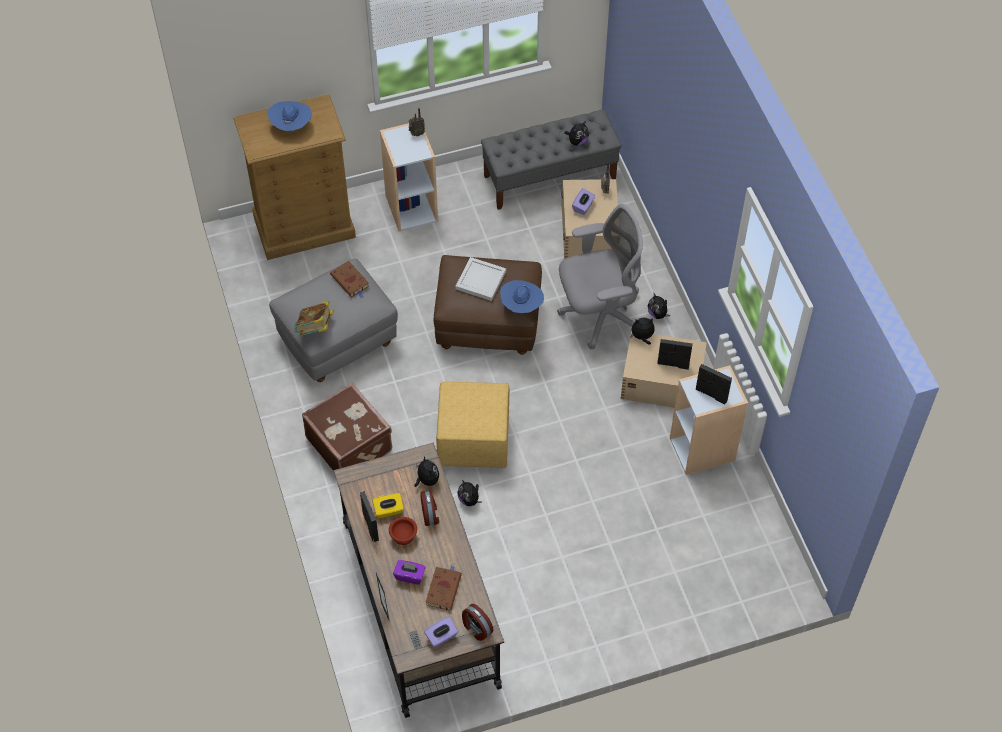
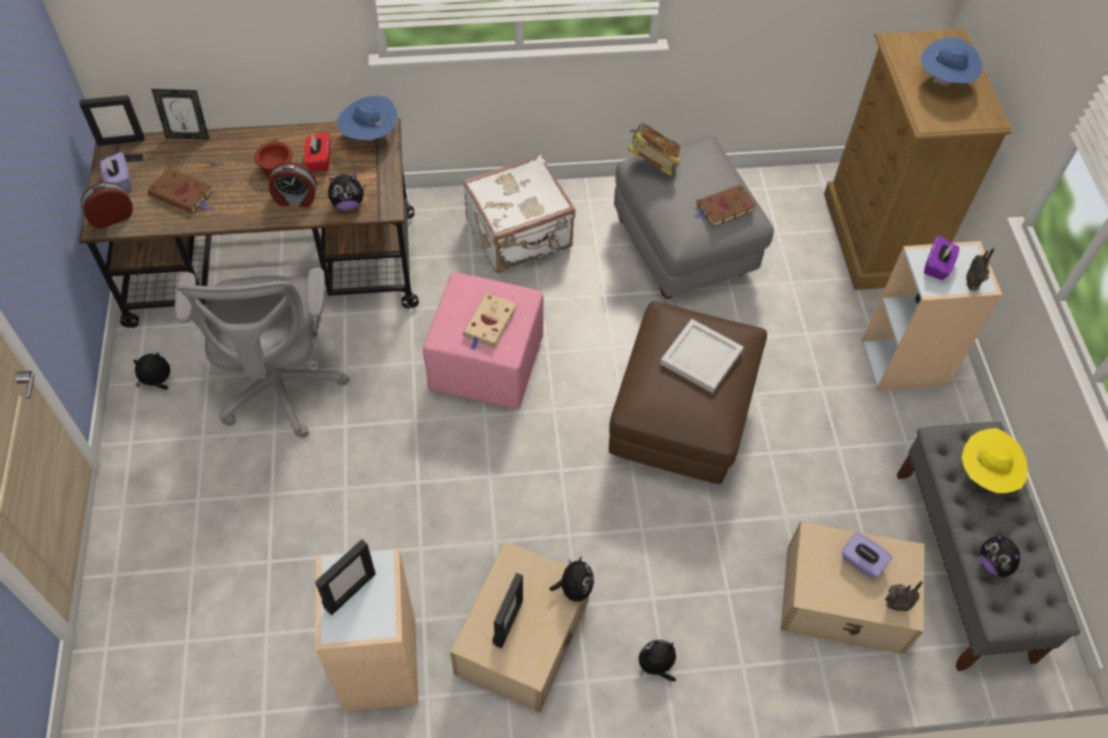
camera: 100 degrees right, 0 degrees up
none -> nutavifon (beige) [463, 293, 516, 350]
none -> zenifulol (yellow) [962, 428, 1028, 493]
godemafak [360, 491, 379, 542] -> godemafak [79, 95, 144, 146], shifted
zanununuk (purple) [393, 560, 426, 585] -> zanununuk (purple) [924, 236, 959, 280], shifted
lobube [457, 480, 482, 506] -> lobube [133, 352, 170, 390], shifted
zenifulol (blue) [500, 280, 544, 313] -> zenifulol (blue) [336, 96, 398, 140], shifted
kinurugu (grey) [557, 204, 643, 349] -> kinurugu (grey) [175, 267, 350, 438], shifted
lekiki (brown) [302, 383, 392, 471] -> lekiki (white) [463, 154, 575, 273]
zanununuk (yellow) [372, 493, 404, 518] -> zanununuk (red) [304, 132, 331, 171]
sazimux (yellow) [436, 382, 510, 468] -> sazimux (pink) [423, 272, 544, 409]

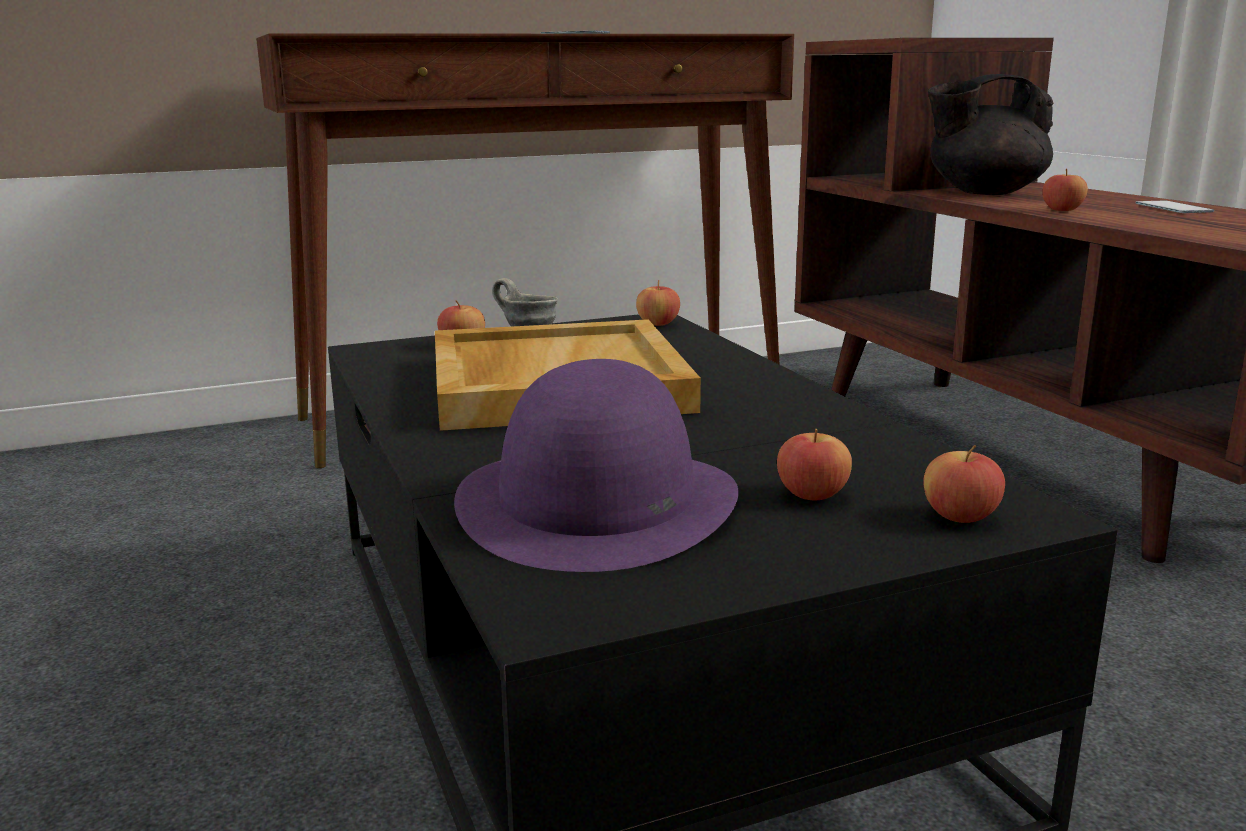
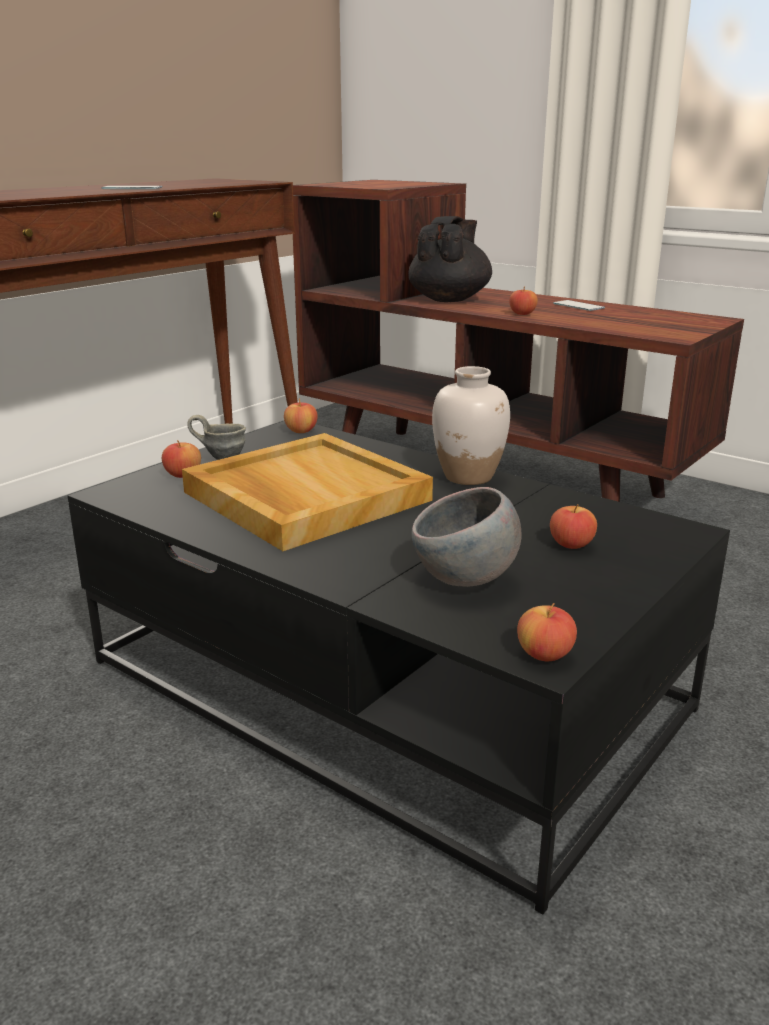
camera: 30 degrees left, 5 degrees up
none -> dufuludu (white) [432, 366, 510, 485]
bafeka [923, 445, 1005, 523] -> bafeka [517, 603, 577, 661], shifted
zenifulol (purple) [454, 359, 738, 572] -> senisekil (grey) [412, 487, 522, 587]
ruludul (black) [928, 74, 1053, 195] -> ruludul (black) [408, 216, 492, 302], 150 degrees clockwise

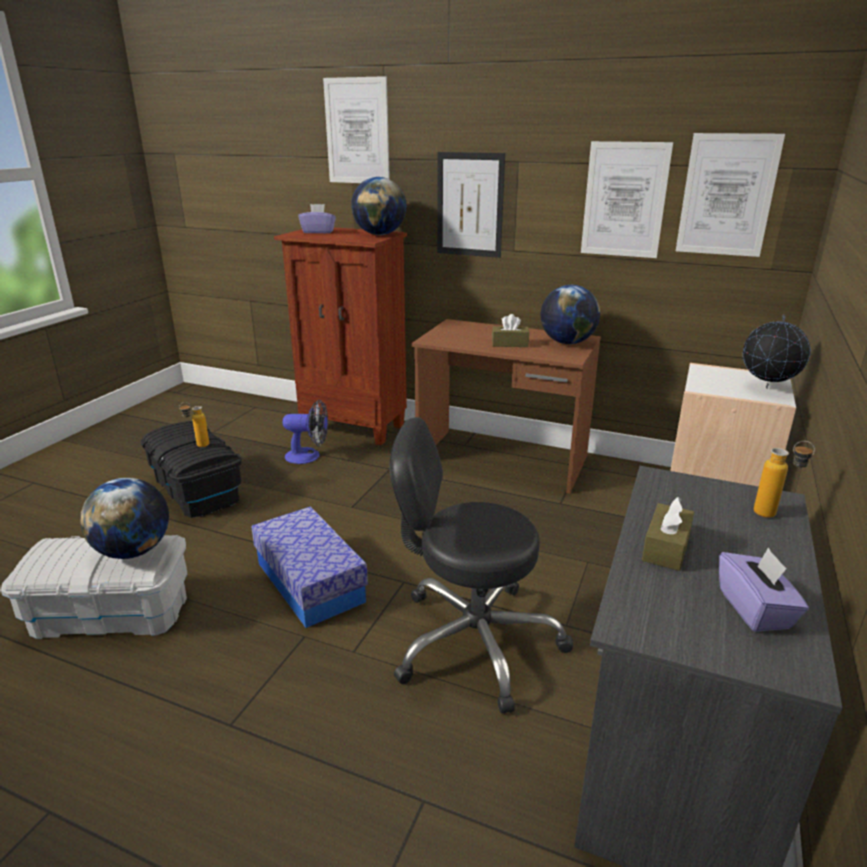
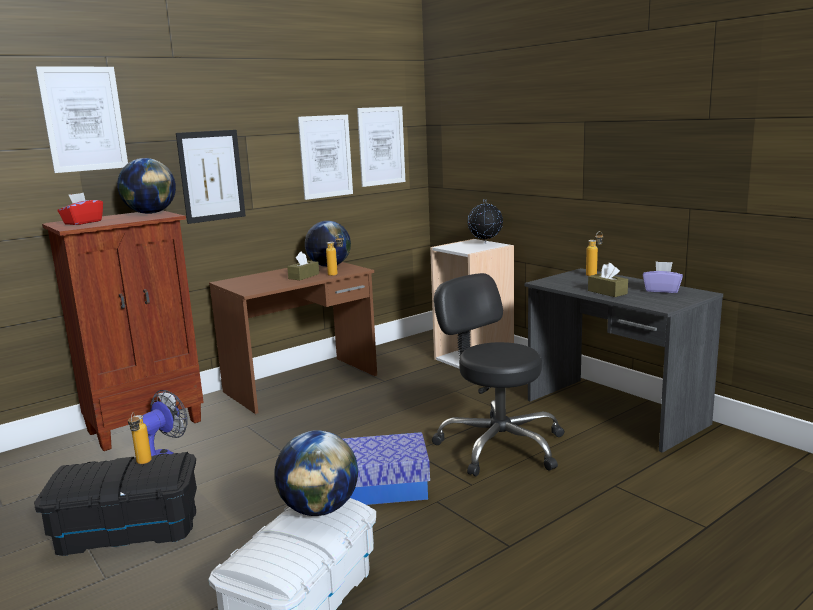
camera: 60 degrees left, 10 degrees down
none -> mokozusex [326, 234, 344, 276]
zanununuk (purple) [298, 204, 336, 233] -> zanununuk (red) [58, 193, 103, 225]
kinurugu (black) [390, 417, 573, 713] -> kinurugu (black) [432, 273, 565, 476], 105 degrees clockwise

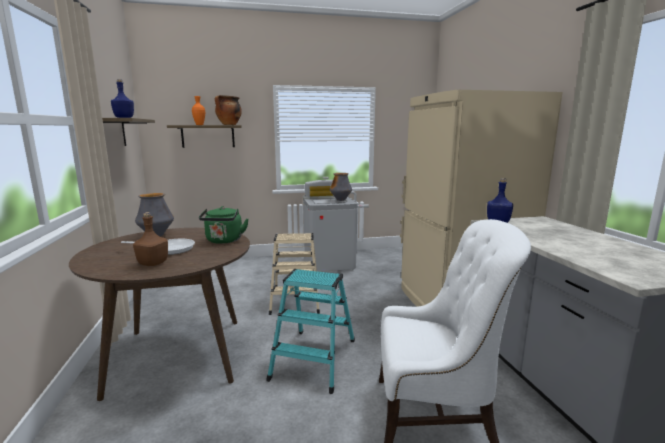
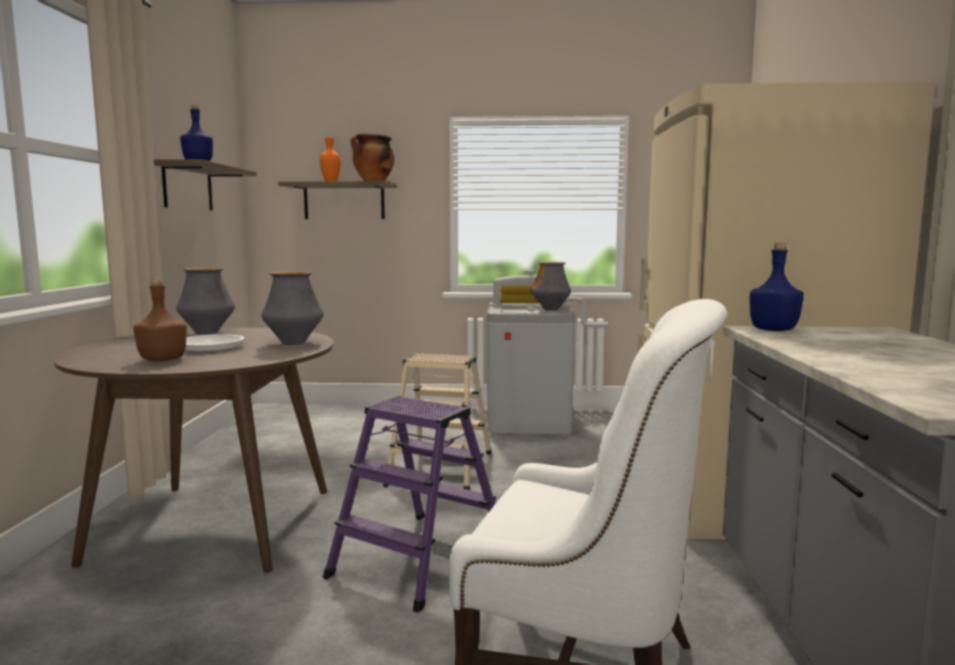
camera: 15 degrees right, 5 degrees down
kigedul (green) [199, 206, 249, 244] -> dufuludu [261, 271, 324, 345]
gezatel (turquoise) [266, 269, 355, 394] -> gezatel (purple) [323, 396, 496, 613]

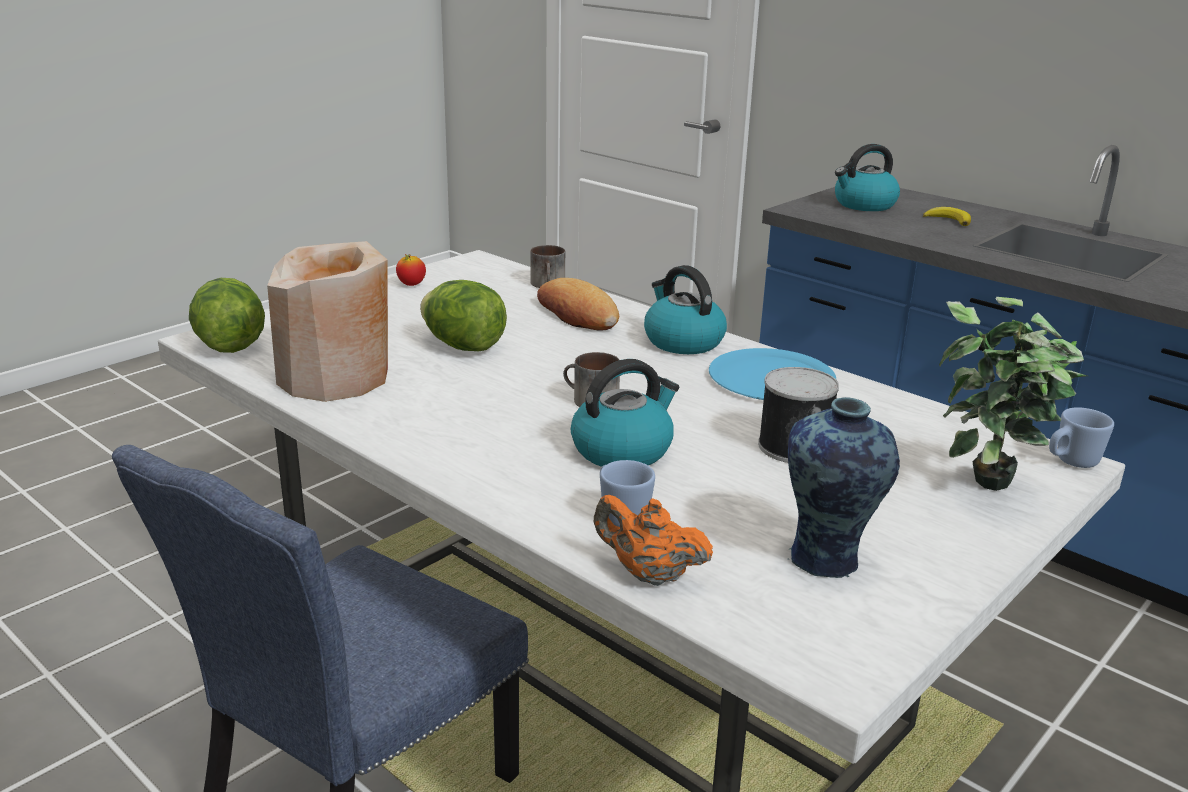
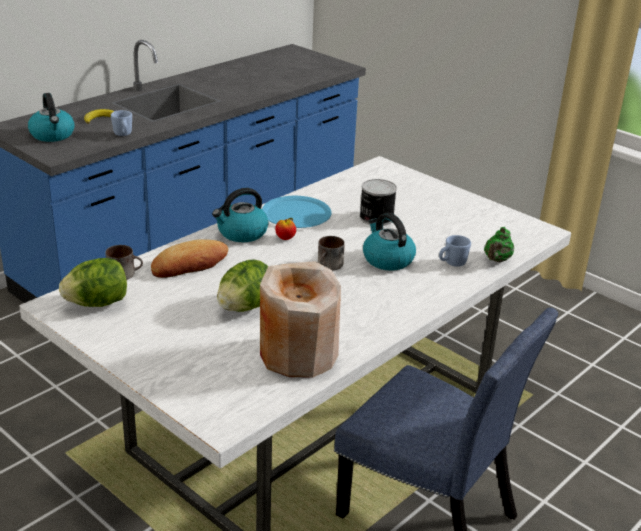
camera: 90 degrees left, 5 degrees up
dufuludu [788, 397, 900, 578] -> none
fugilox [939, 297, 1087, 491] -> none
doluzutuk [189, 278, 265, 353] -> doluzutuk [59, 258, 127, 307], shifted
bafeka [396, 254, 426, 286] -> bafeka [275, 218, 296, 240], shifted
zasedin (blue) [1049, 407, 1114, 468] -> zasedin (blue) [111, 110, 132, 136], shifted
ruludul (orange) [594, 495, 713, 586] -> ruludul (green) [484, 227, 514, 262]

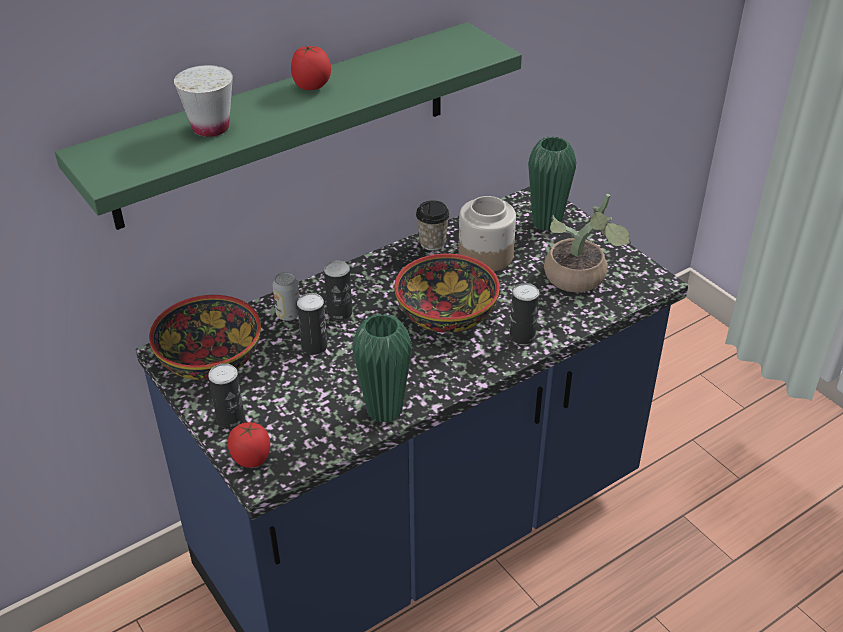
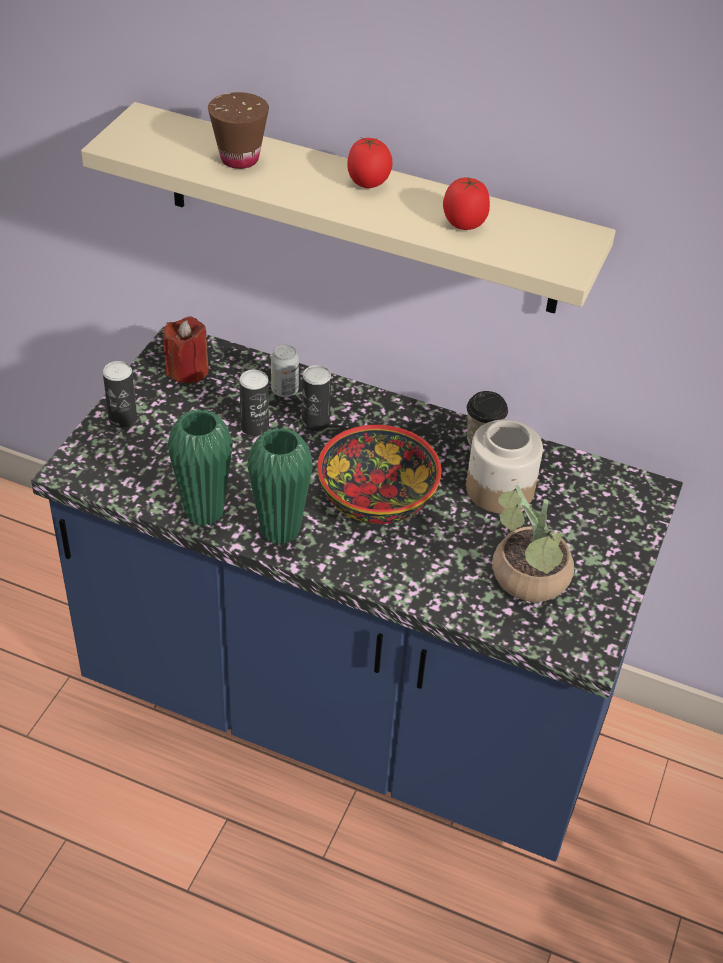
camera: 55 degrees right, 5 degrees up
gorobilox [510, 283, 539, 345] -> none
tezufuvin [228, 422, 271, 468] -> tezufuvin [443, 178, 490, 230], shifted
dufuludu (green) [528, 136, 576, 231] -> dufuludu (green) [248, 427, 313, 545], shifted
senisekil [149, 295, 261, 380] -> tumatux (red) [163, 316, 209, 383]
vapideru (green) [55, 22, 522, 230] -> vapideru (beige) [81, 102, 616, 314]
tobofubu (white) [174, 65, 233, 137] -> tobofubu (brown) [208, 92, 269, 169]

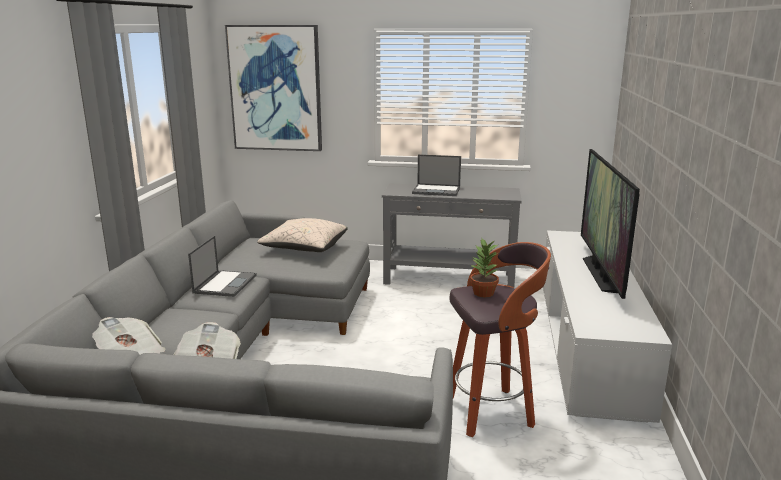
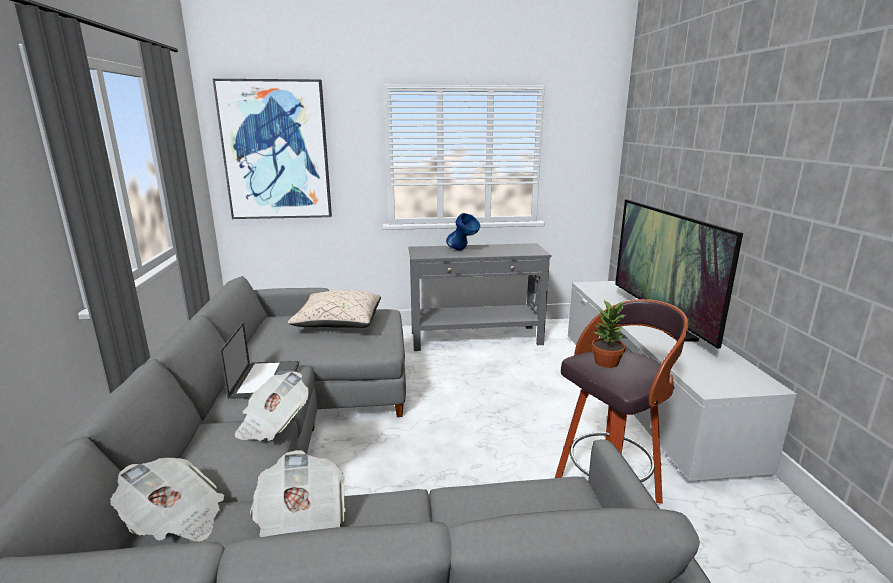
camera: 15 degrees left, 0 degrees up
none -> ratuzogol [234, 371, 309, 441]
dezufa [412, 154, 461, 196] -> dufuludu (blue) [446, 213, 480, 250]

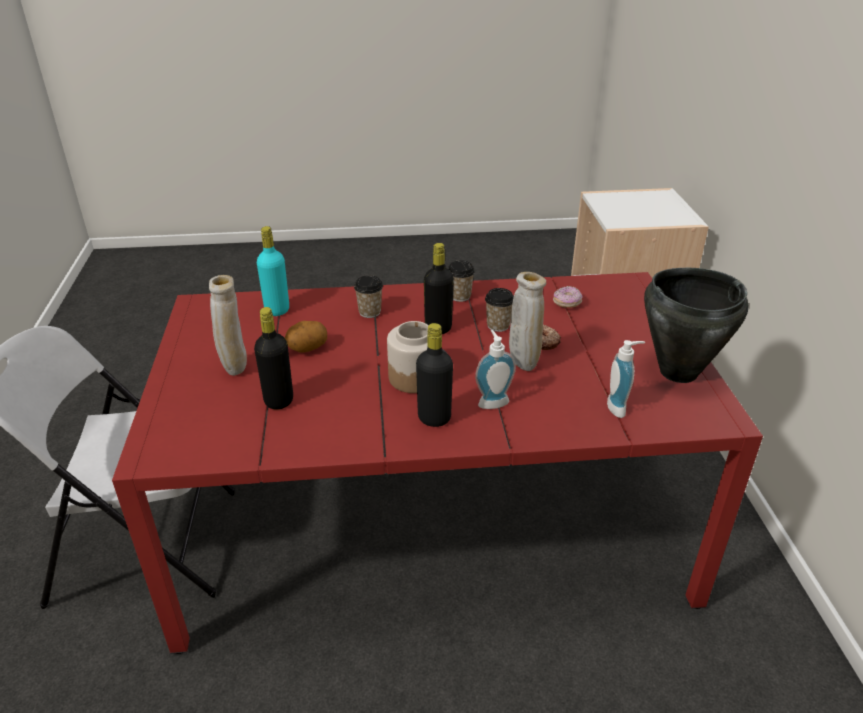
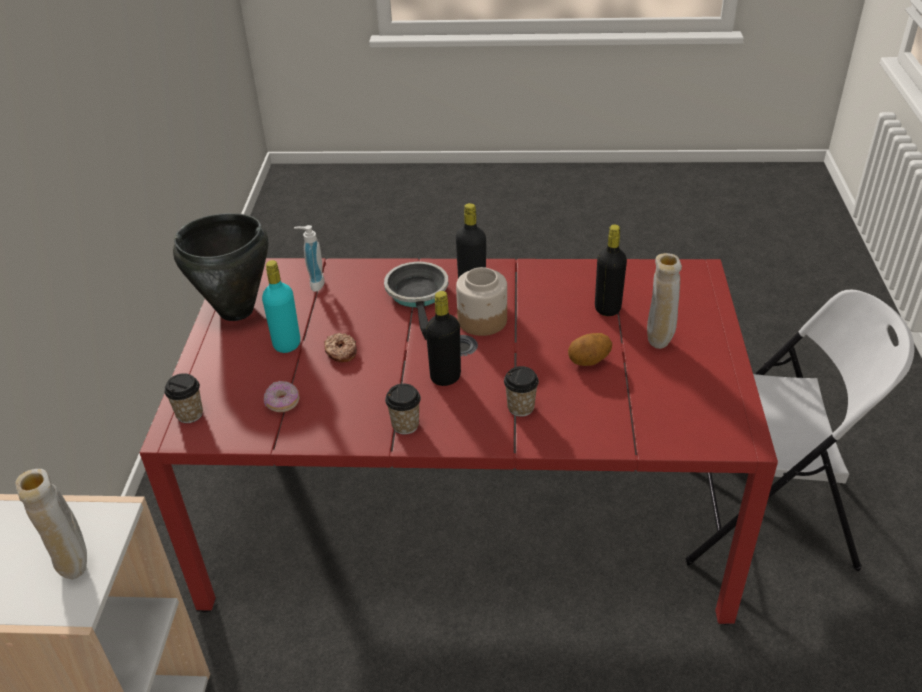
camera: 170 degrees left, 5 degrees up
mokozusex (turquoise) [257, 226, 289, 316] -> mokozusex (turquoise) [262, 260, 300, 353], shifted
tobofubu [485, 288, 514, 332] -> tobofubu [164, 373, 203, 423], shifted
dufuludu (beige) [509, 272, 546, 371] -> dufuludu (beige) [15, 469, 87, 579], shifted
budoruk [475, 330, 516, 409] -> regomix [384, 262, 448, 340]

